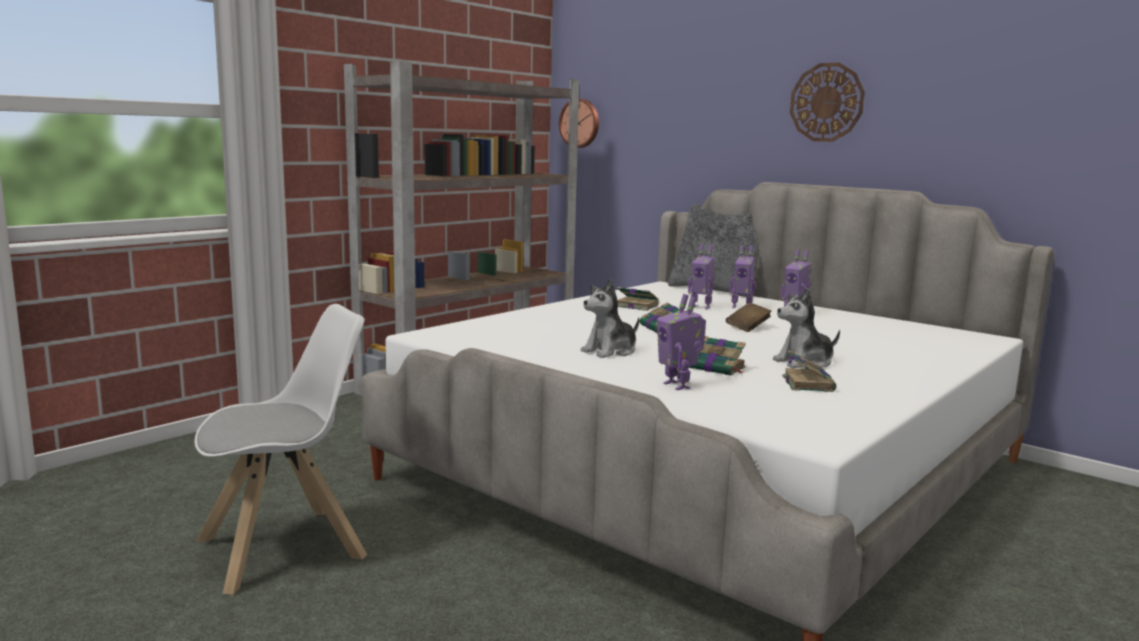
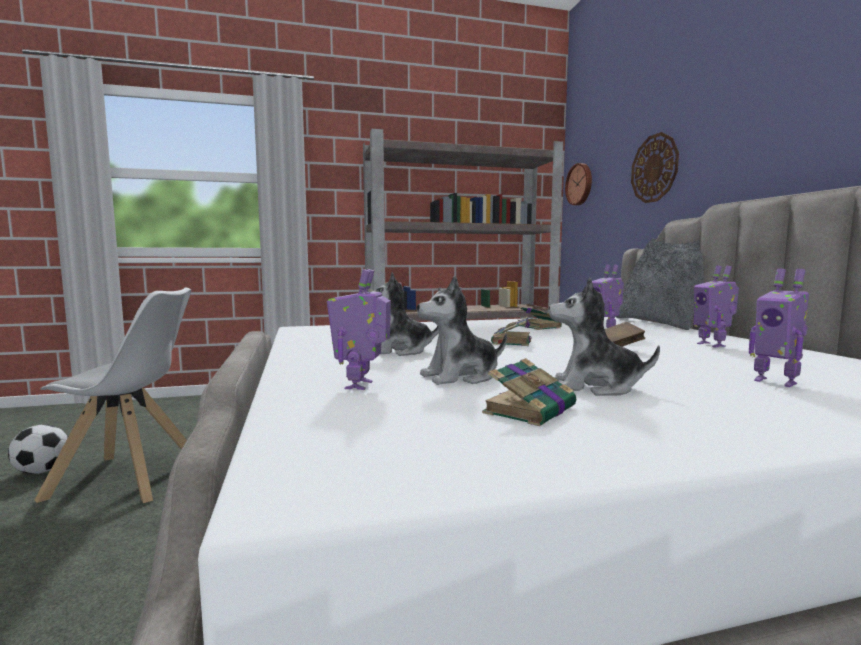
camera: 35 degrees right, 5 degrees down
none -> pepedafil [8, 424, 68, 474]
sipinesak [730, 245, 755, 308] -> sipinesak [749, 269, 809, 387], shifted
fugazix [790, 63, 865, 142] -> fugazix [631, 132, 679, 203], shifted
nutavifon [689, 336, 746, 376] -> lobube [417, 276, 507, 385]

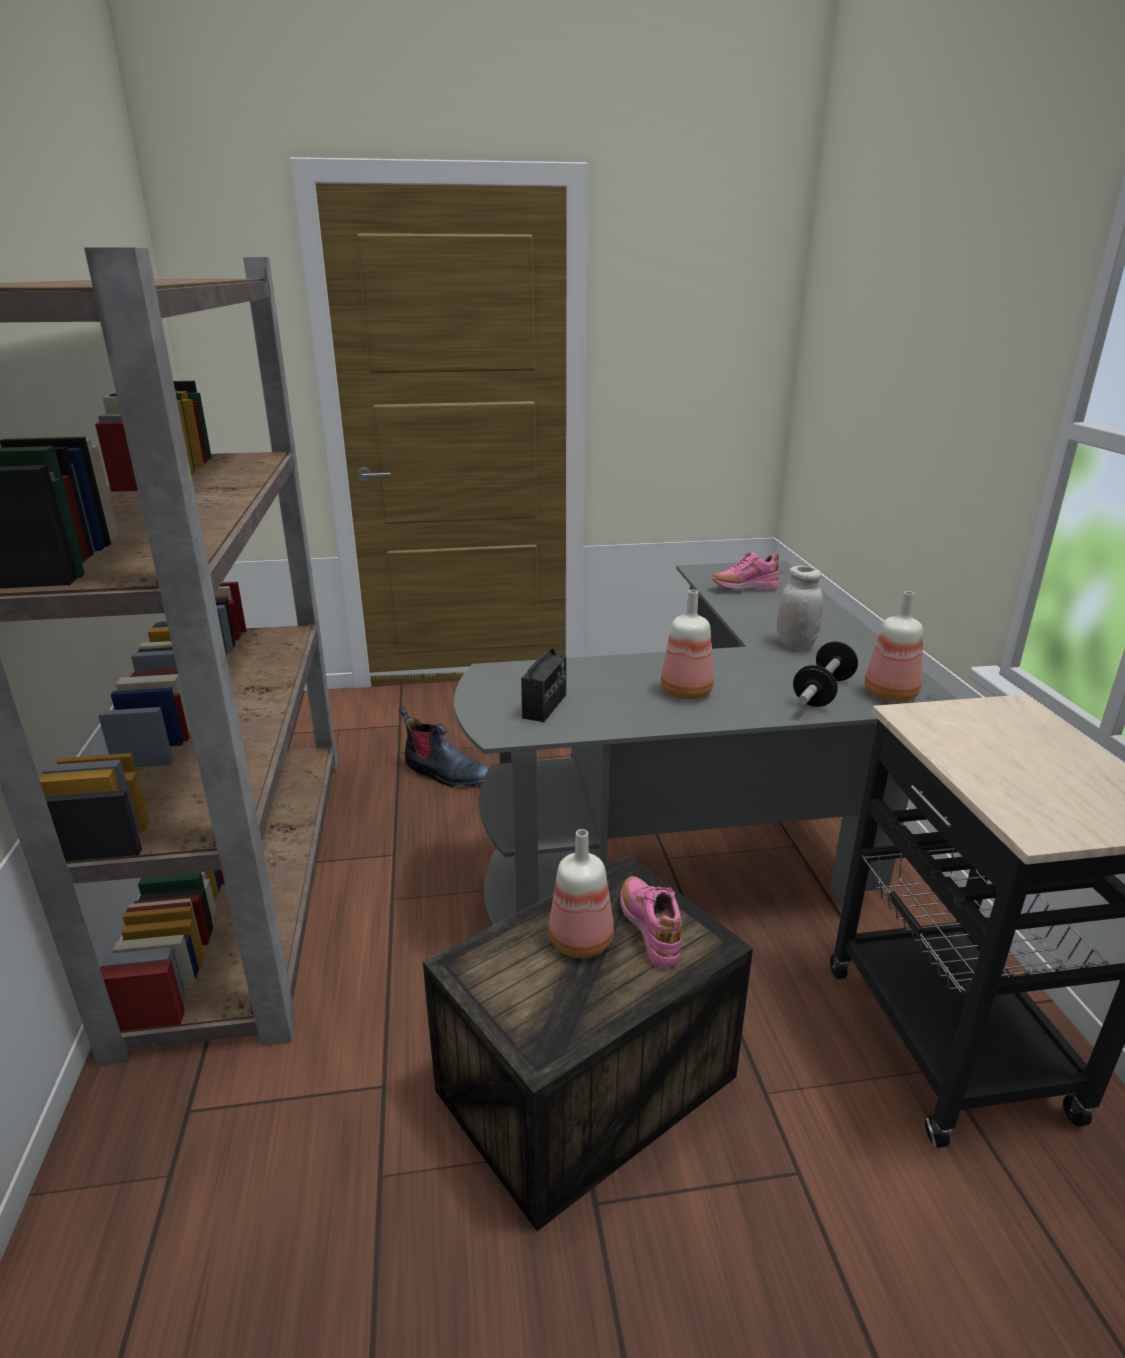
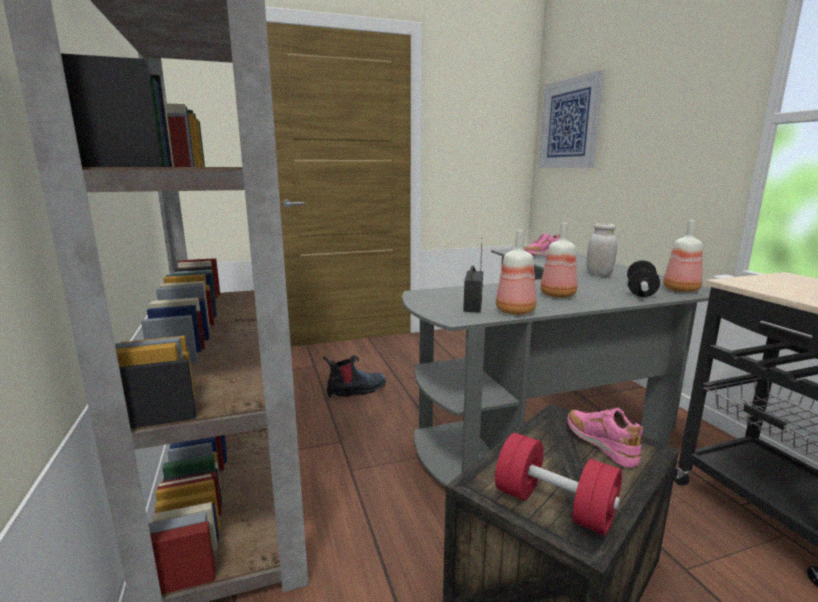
camera: 10 degrees left, 10 degrees down
none -> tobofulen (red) [495, 433, 622, 535]
none -> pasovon [539, 70, 604, 168]
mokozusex [549, 829, 614, 958] -> mokozusex [496, 230, 537, 315], shifted
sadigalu [398, 707, 488, 787] -> sadigalu [323, 355, 386, 397], 45 degrees counterclockwise

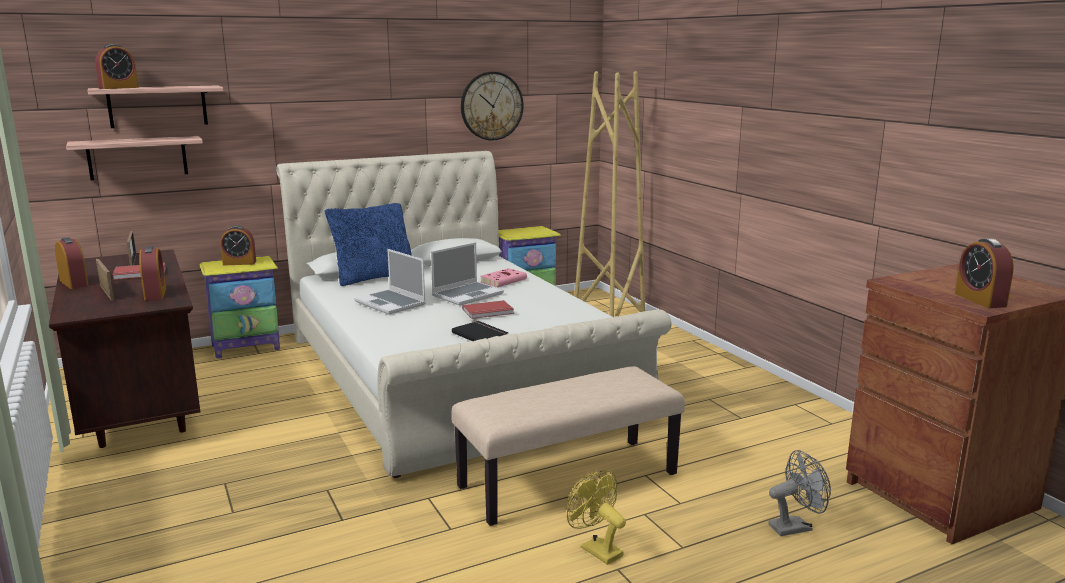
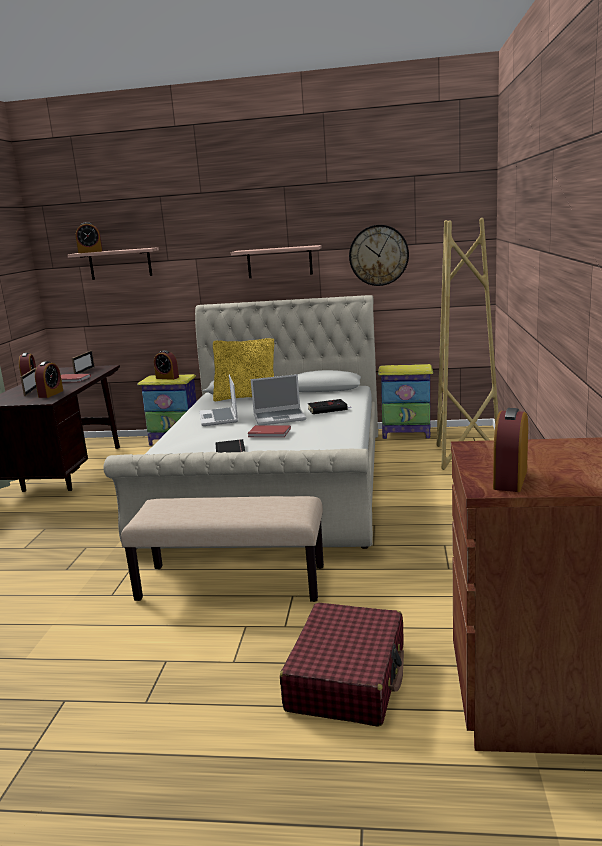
camera: 35 degrees right, 0 degrees up
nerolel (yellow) [567, 470, 626, 565] -> none
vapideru [66, 136, 203, 180] -> vapideru [231, 245, 322, 278], shifted
nerolel (grey) [768, 450, 831, 536] -> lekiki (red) [280, 602, 404, 727]
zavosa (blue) [325, 203, 412, 286] -> zavosa (yellow) [213, 338, 274, 401]
nutavifon (pink) [480, 268, 527, 287] -> nutavifon (black) [308, 399, 351, 414]

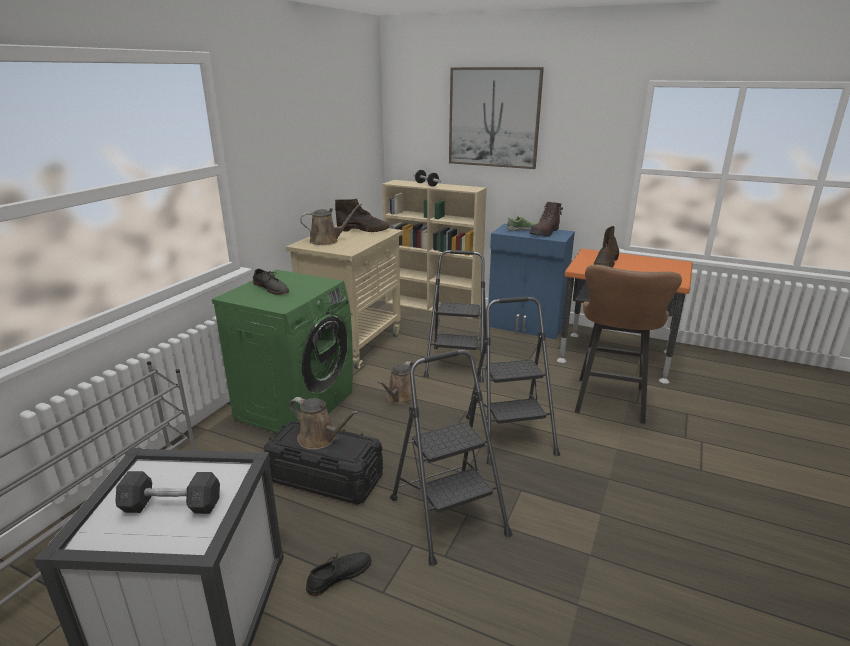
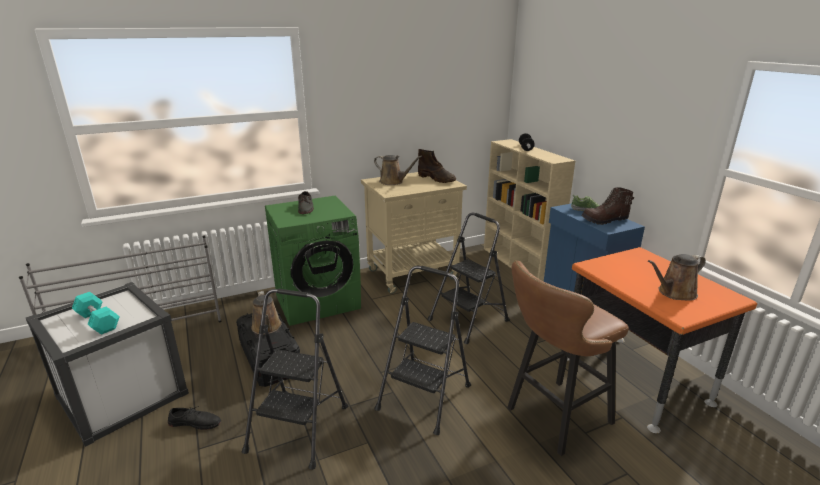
camera: 40 degrees right, 0 degrees up
pasovon [449, 67, 544, 169] -> none
sadigalu (brown) [594, 226, 619, 268] -> none
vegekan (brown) [378, 361, 417, 404] -> vegekan (brown) [648, 254, 706, 300], shifted
tobofulen (grey) [115, 471, 220, 514] -> tobofulen (turquoise) [72, 292, 119, 335]

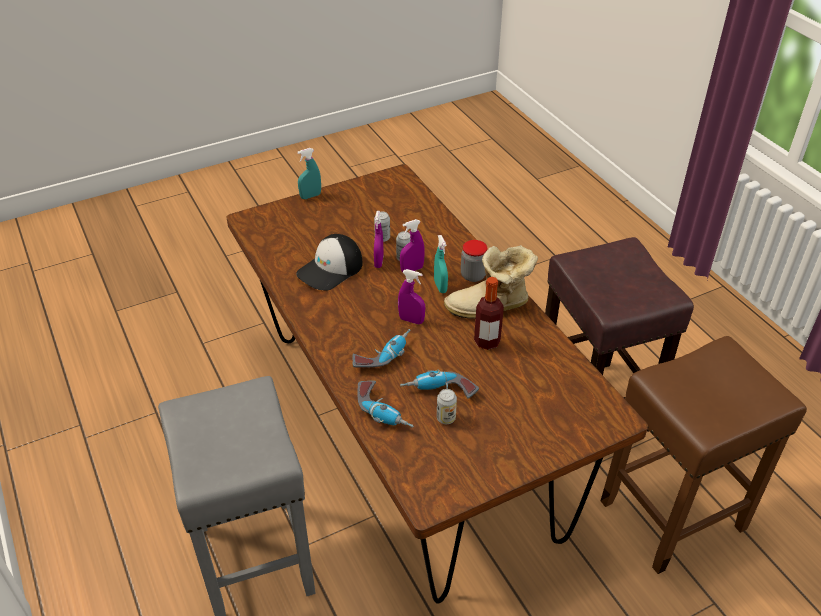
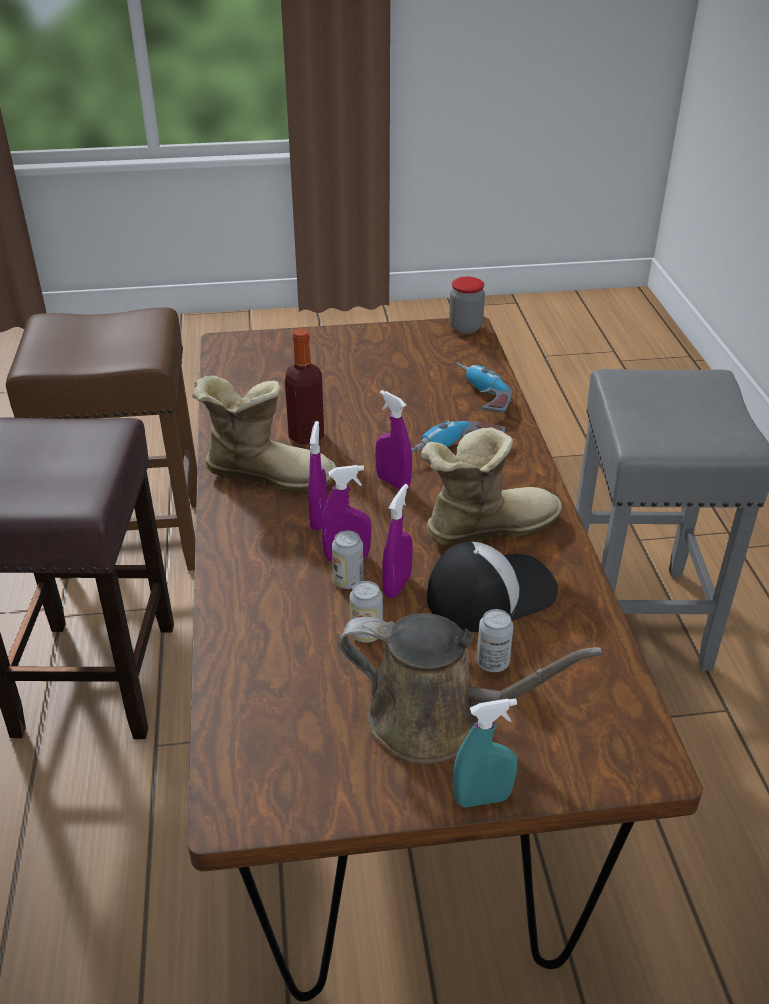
camera: 160 degrees left, 5 degrees down
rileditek [400, 370, 479, 399] -> none
none -> vegekan (brown) [338, 613, 603, 764]
none -> sadigalu [421, 428, 562, 546]
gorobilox [437, 389, 457, 424] -> gorobilox [477, 609, 514, 672], shifted
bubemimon [461, 240, 487, 282] -> bubemimon [449, 277, 485, 334], shifted
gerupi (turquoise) [434, 235, 448, 293] -> gerupi (purple) [308, 421, 327, 530]

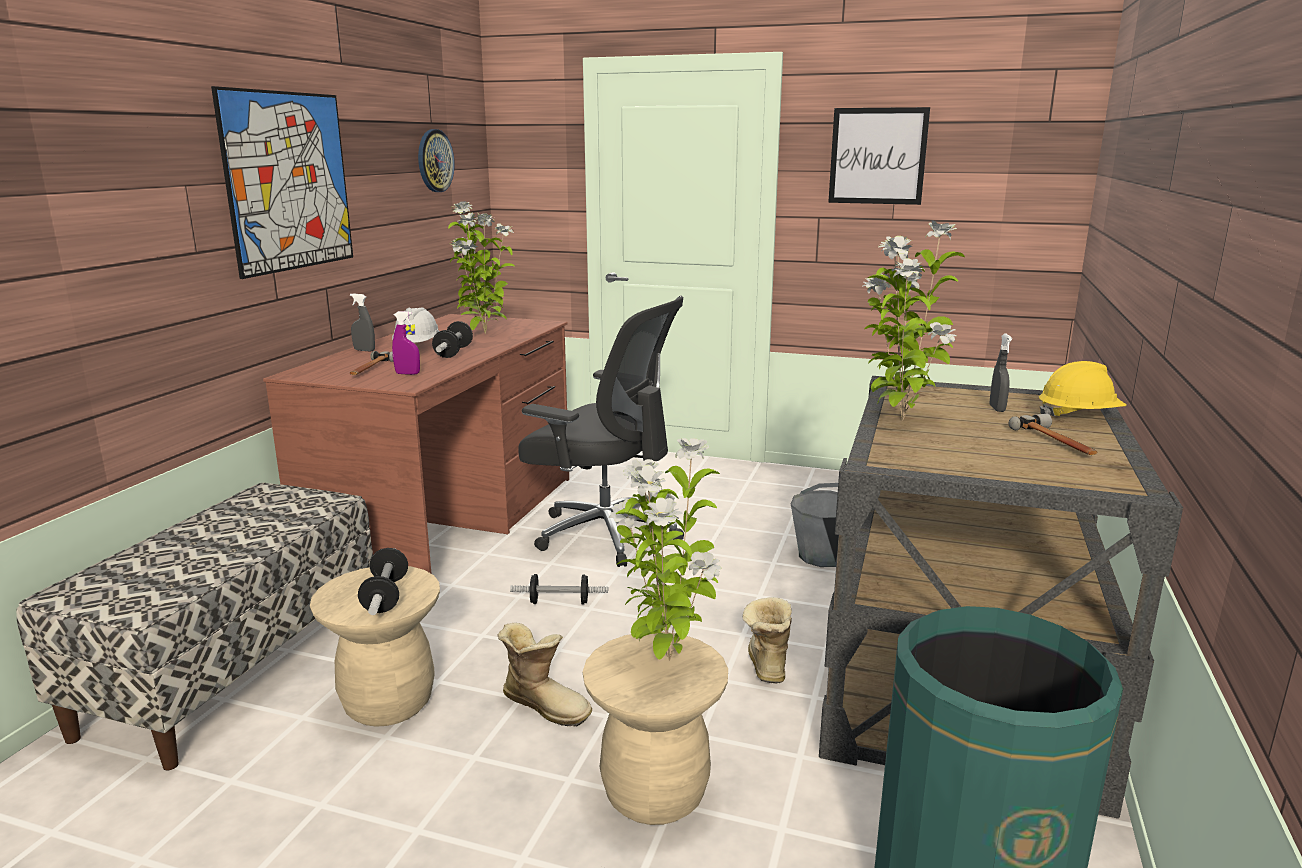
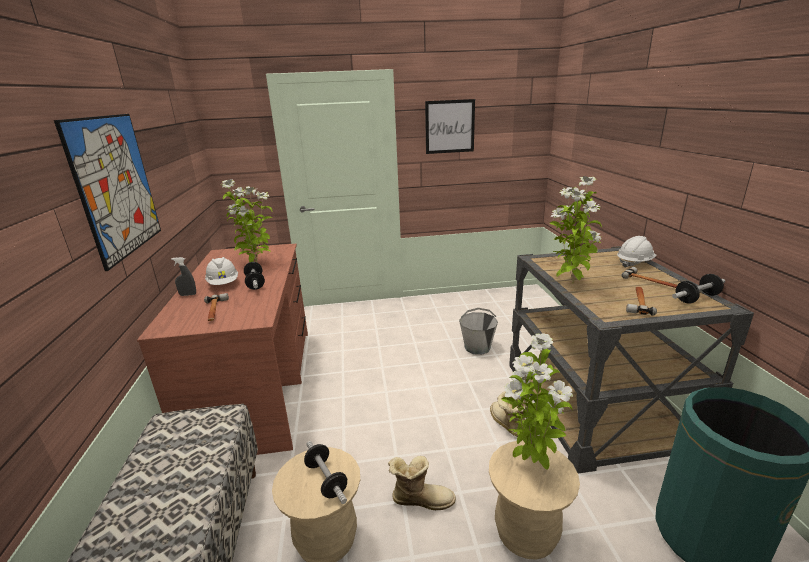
camera: 25 degrees left, 5 degrees up
gerupi (purple) [392, 311, 420, 375] -> none
fugazix [418, 129, 455, 192] -> none
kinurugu [518, 296, 684, 567] -> none
gerupi (grey) [989, 334, 1012, 412] -> none
none -> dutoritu [626, 286, 657, 316]
tobofulen [510, 574, 608, 605] -> tobofulen [672, 274, 725, 304], shifted
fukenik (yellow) [1039, 361, 1126, 416] -> fukenik (white) [617, 236, 656, 268]

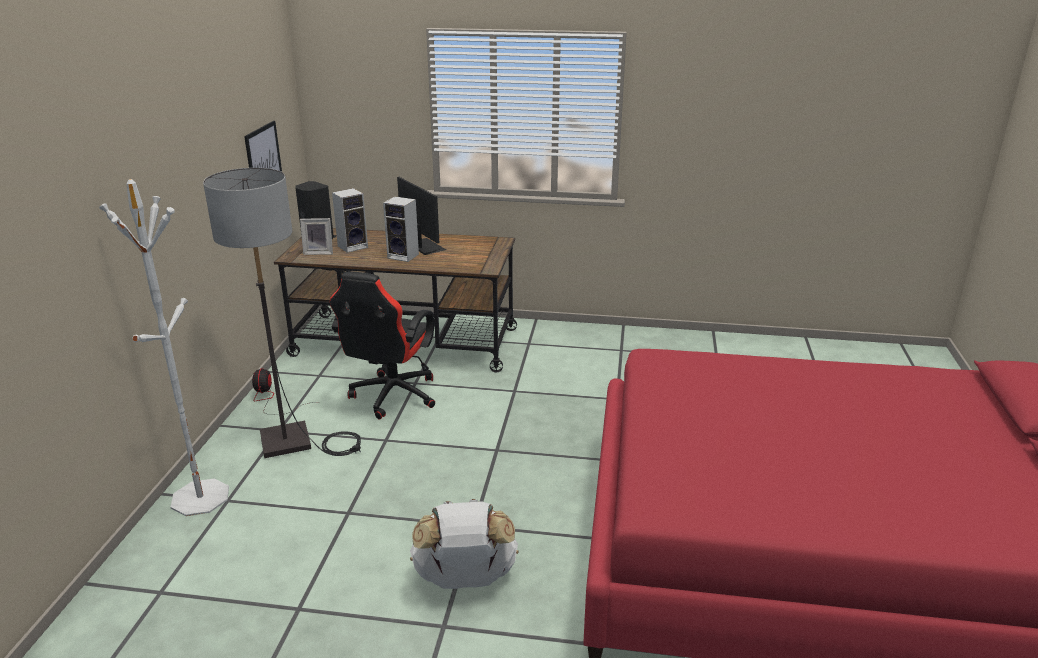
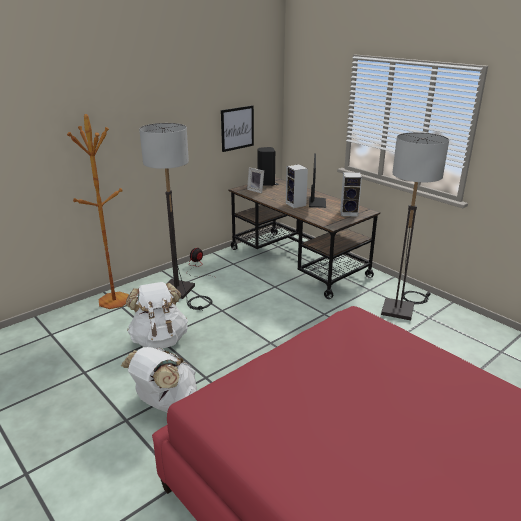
camera: 40 degrees right, 0 degrees up
kinurugu (black) [330, 272, 435, 419] -> none
none -> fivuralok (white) [126, 282, 188, 349]
none -> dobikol [381, 132, 449, 320]
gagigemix [332, 188, 368, 253] -> gagigemix [340, 172, 362, 216], shifted
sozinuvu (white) [99, 179, 229, 516] -> sozinuvu (orange) [67, 114, 129, 309]

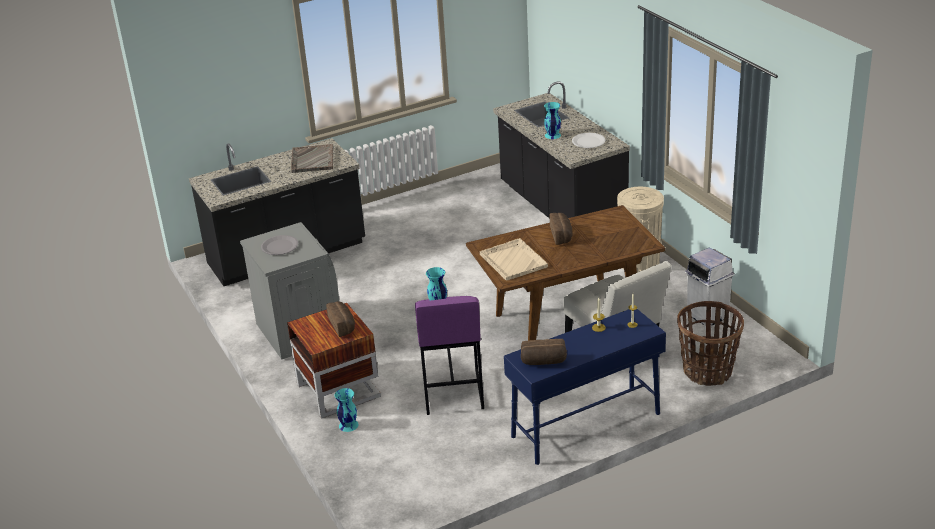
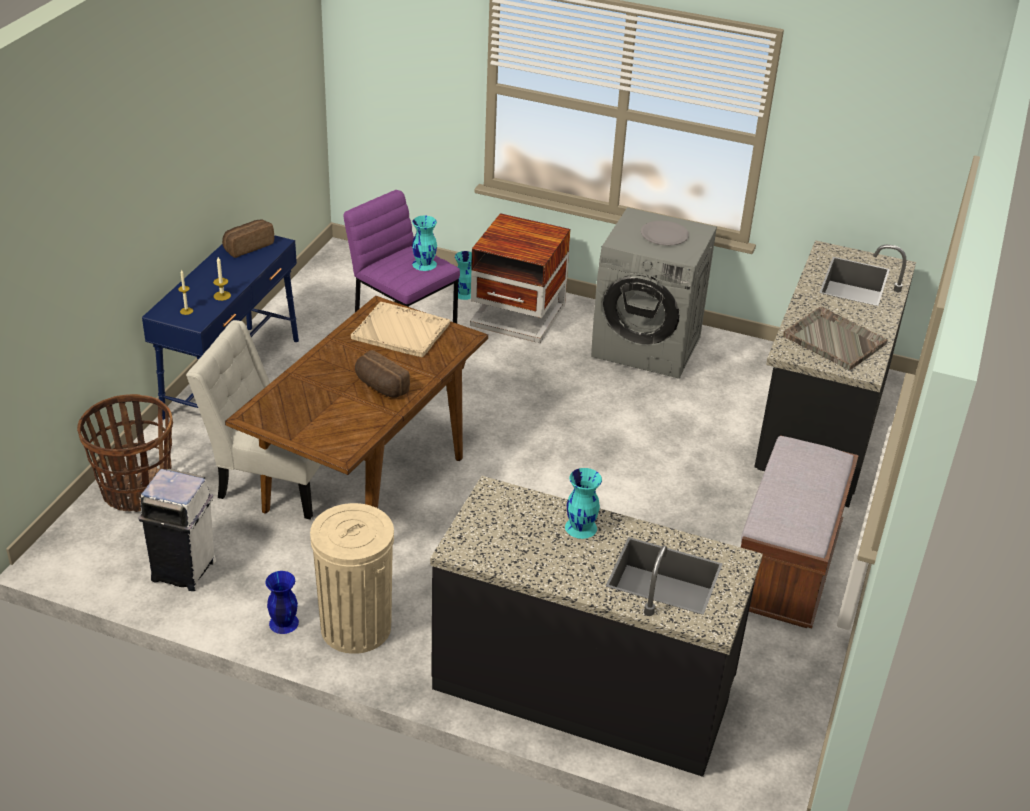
camera: 135 degrees right, 5 degrees up
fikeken [326, 301, 355, 337] -> none
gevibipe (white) [572, 133, 605, 148] -> none
none -> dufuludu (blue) [265, 571, 299, 634]
none -> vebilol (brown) [741, 435, 859, 629]

